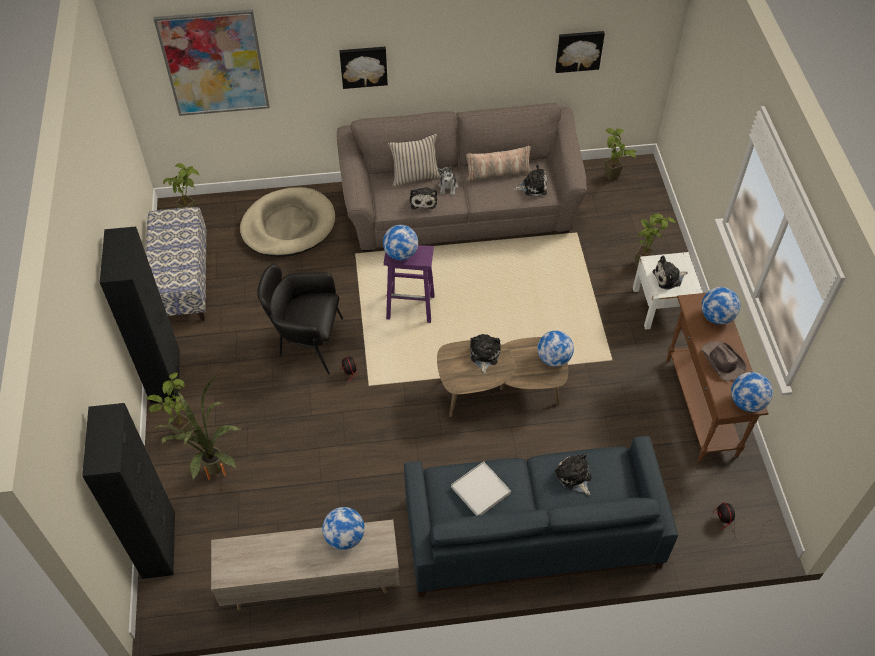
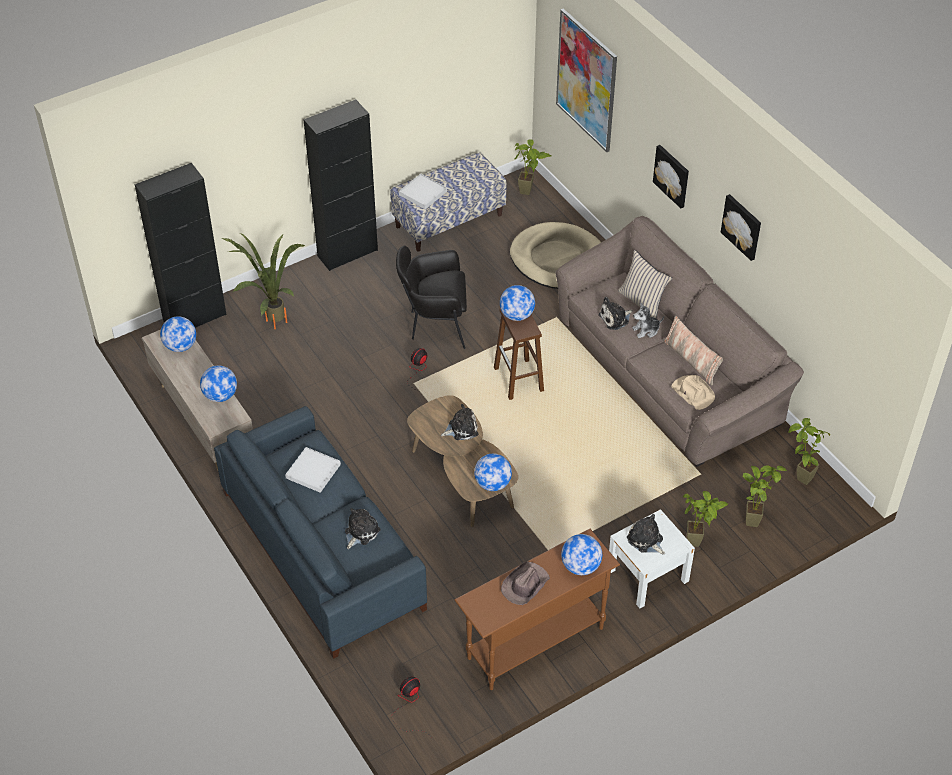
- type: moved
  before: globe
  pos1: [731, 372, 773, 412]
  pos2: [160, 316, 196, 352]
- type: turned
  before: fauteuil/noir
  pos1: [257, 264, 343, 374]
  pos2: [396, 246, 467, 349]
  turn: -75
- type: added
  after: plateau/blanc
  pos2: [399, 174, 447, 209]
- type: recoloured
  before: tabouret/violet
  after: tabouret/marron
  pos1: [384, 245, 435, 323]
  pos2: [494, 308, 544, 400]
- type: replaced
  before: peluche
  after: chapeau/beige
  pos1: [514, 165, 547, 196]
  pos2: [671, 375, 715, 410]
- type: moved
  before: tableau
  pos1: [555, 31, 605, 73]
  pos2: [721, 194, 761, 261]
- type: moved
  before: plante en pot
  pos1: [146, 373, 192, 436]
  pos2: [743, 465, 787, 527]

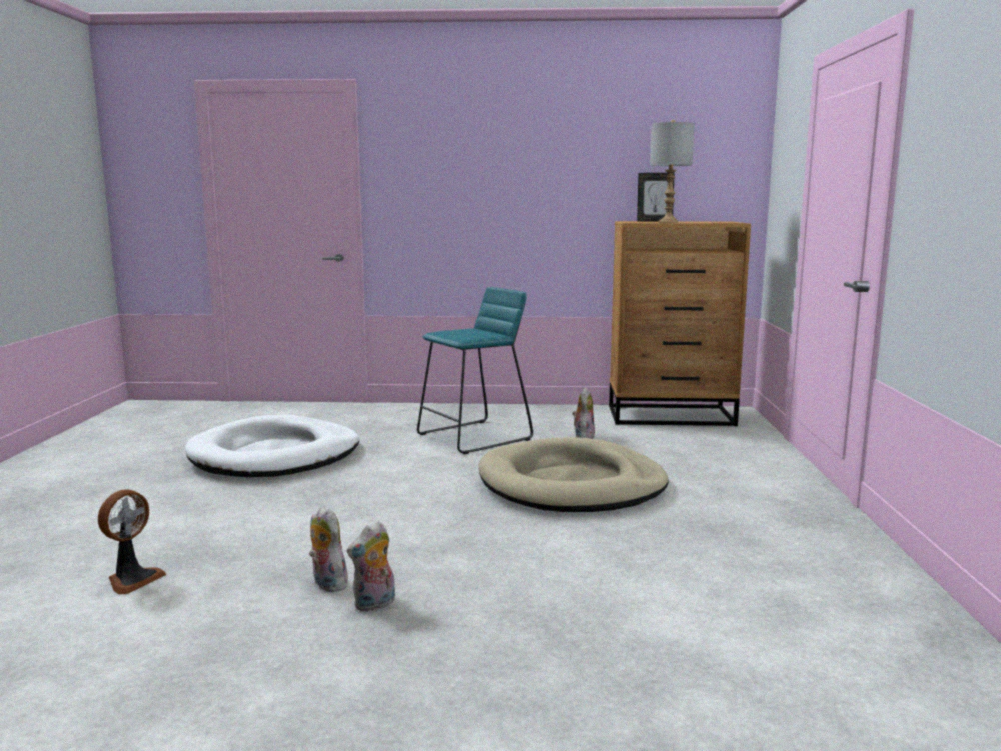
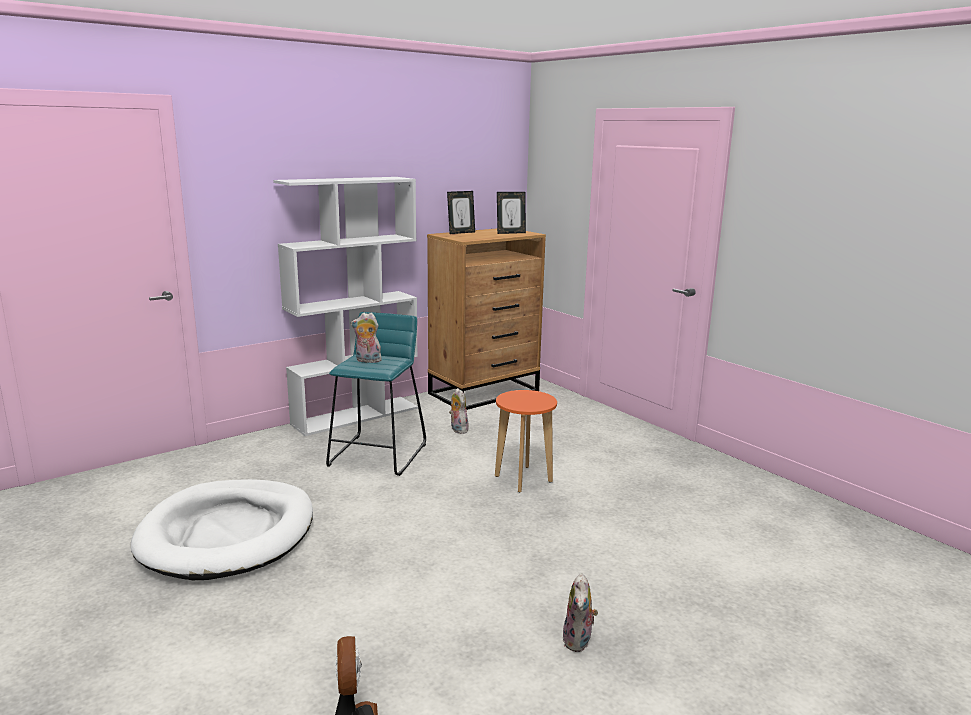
- type: added
  after: bibliothèque/blanc
  pos2: [273, 177, 418, 436]
- type: moved
  before: peluche
  pos1: [309, 506, 350, 592]
  pos2: [351, 313, 383, 363]
- type: replaced
  before: panier pour chien/beige
  after: tabouret/orange
  pos1: [479, 437, 669, 512]
  pos2: [495, 390, 557, 492]
- type: added
  after: cadre photo
  pos2: [497, 192, 526, 234]
- type: removed
  before: lampe de table/gris
  pos1: [650, 120, 695, 223]

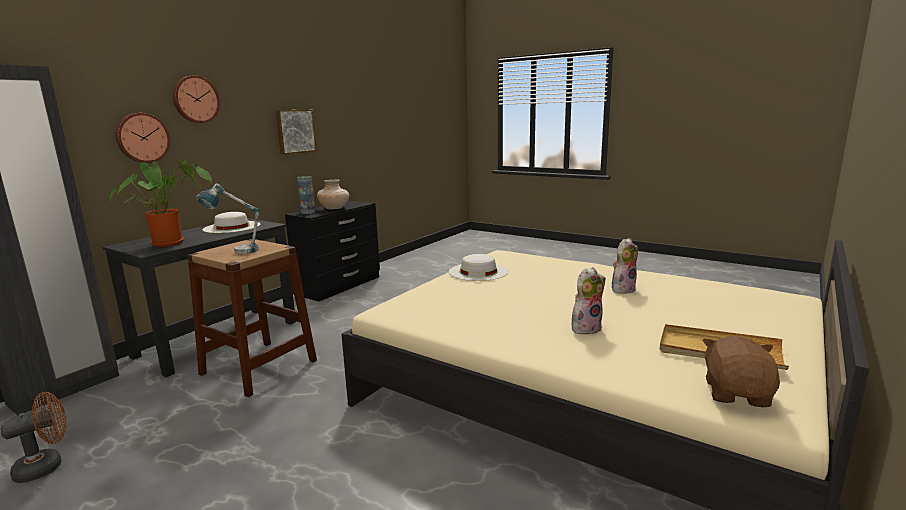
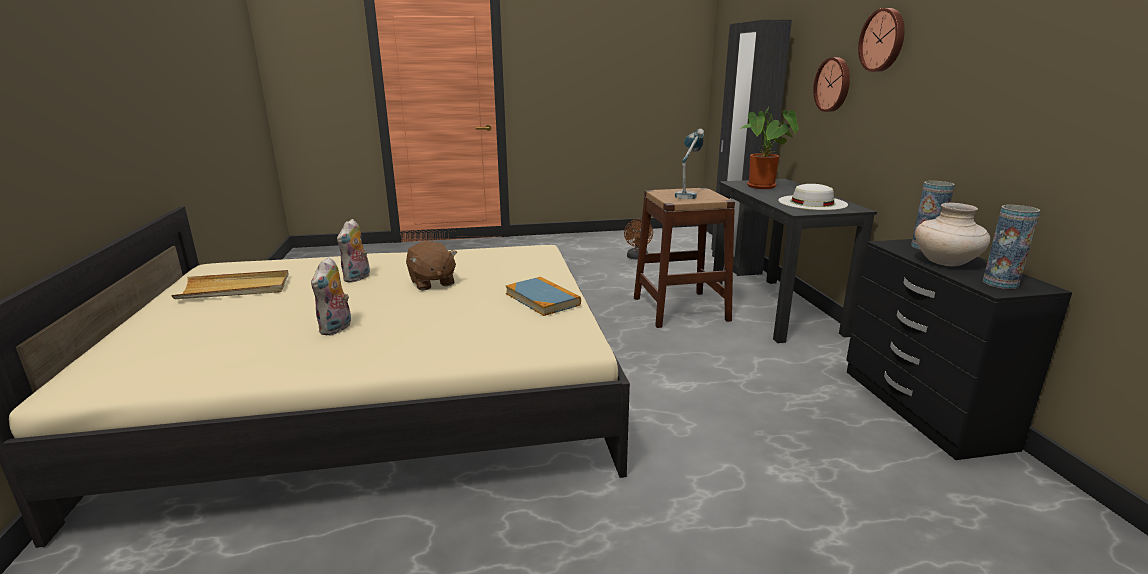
- type: moved
  before: peluche/marron
  pos1: [702, 336, 780, 407]
  pos2: [406, 241, 457, 291]
- type: replaced
  before: chapeau/blanc
  after: livre
  pos1: [449, 254, 509, 281]
  pos2: [506, 277, 581, 316]
- type: added
  after: vase
  pos2: [983, 205, 1040, 289]
- type: removed
  before: tableau
  pos1: [275, 109, 317, 154]

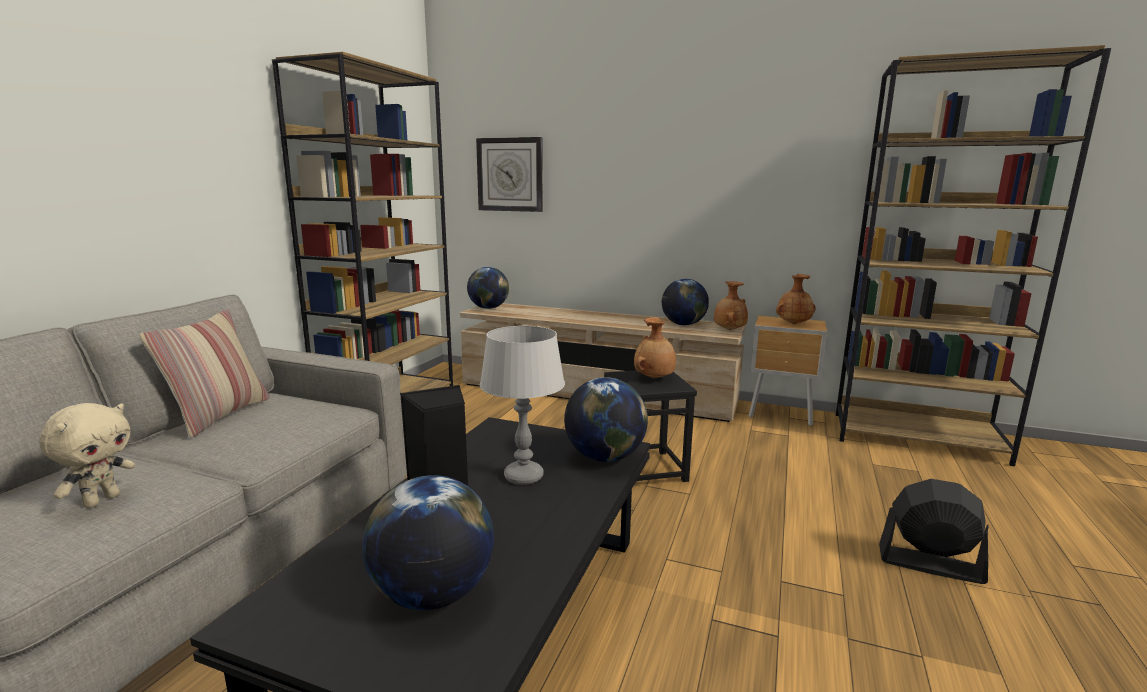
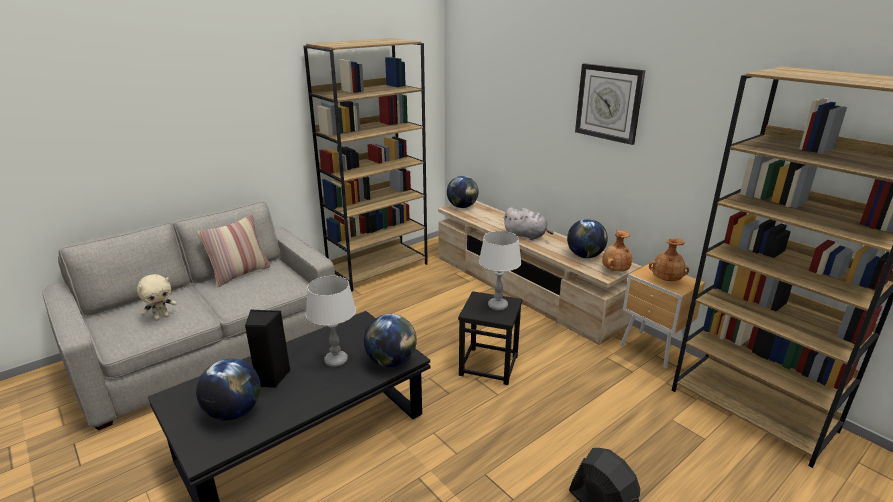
- type: replaced
  before: vase/marron
  after: lampe de table/gris
  pos1: [634, 317, 676, 379]
  pos2: [479, 231, 522, 310]
- type: added
  after: peluche/gris
  pos2: [503, 207, 554, 240]
- type: moved
  before: horloge murale
  pos1: [476, 137, 543, 212]
  pos2: [575, 63, 645, 145]

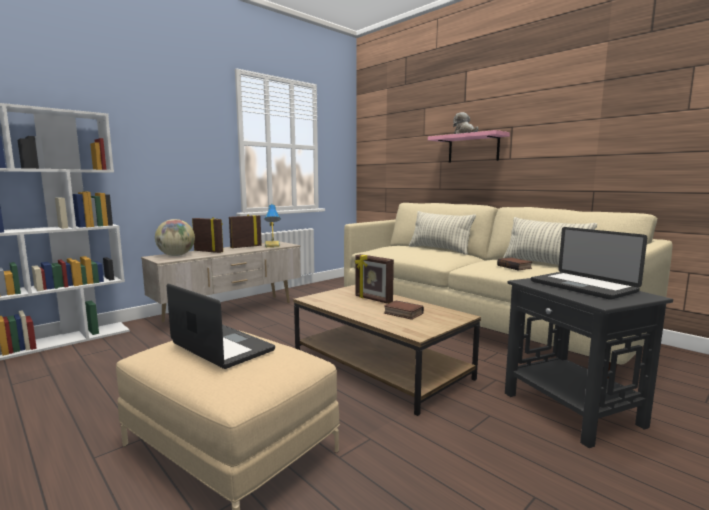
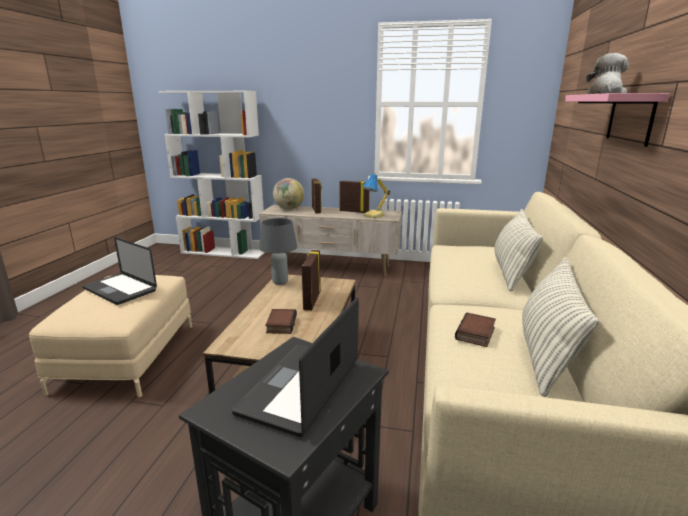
- type: turned
  before: ordinateur portable
  pos1: [167, 284, 275, 369]
  pos2: [82, 237, 157, 305]
  turn: 120
- type: added
  after: lampe de table/gris
  pos2: [259, 218, 297, 285]

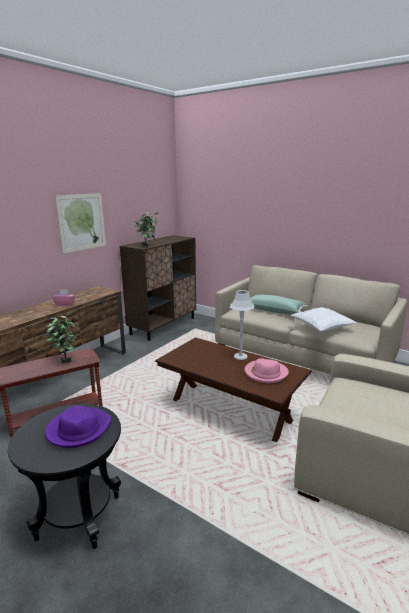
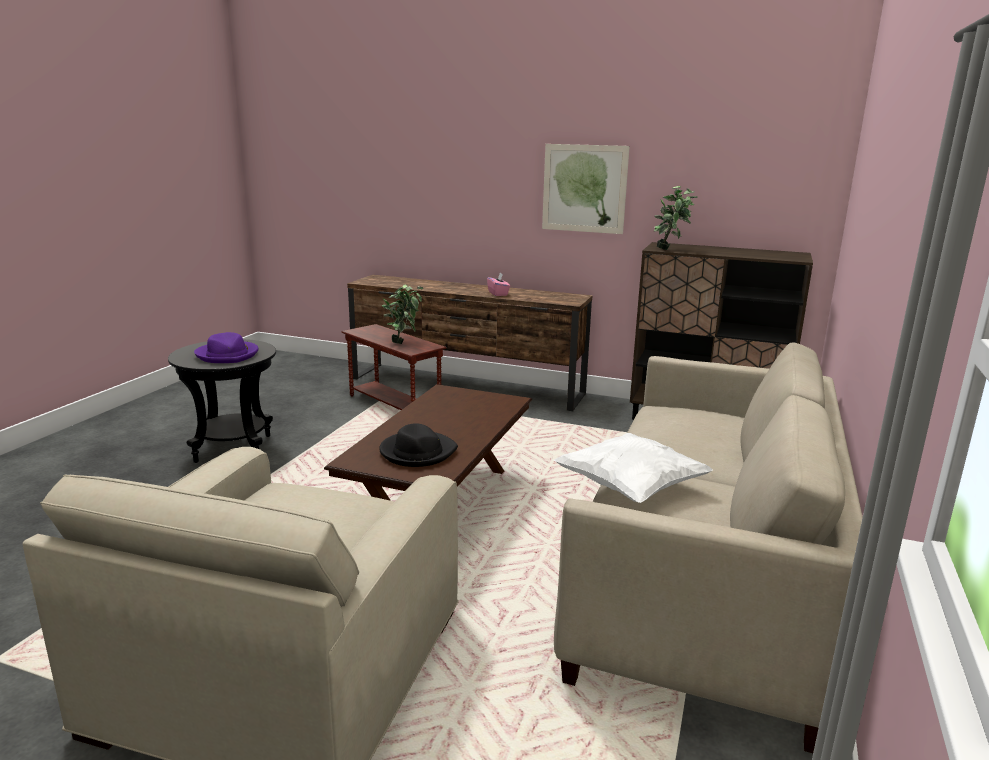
- type: recoloured
  before: chapeau/rose
  after: chapeau/noir
  pos1: [245, 358, 289, 383]
  pos2: [379, 423, 458, 467]
- type: removed
  before: lampe de table/gris
  pos1: [230, 290, 254, 360]
- type: removed
  before: coussin/vert
  pos1: [250, 295, 307, 315]

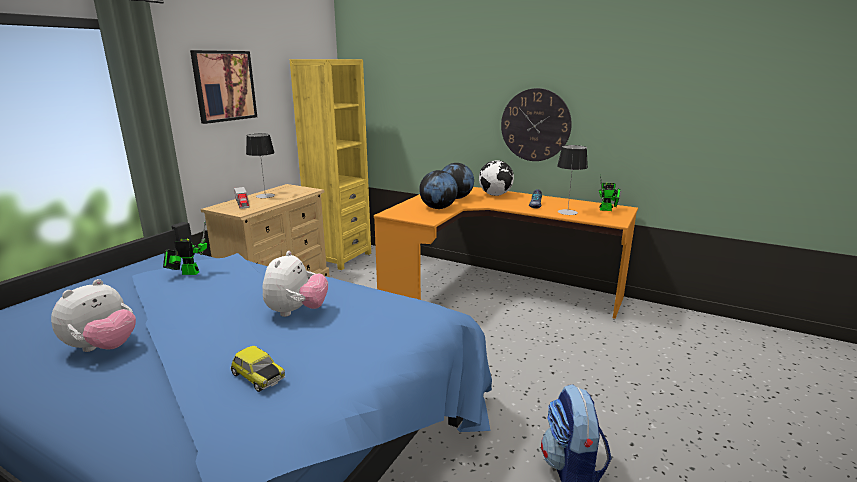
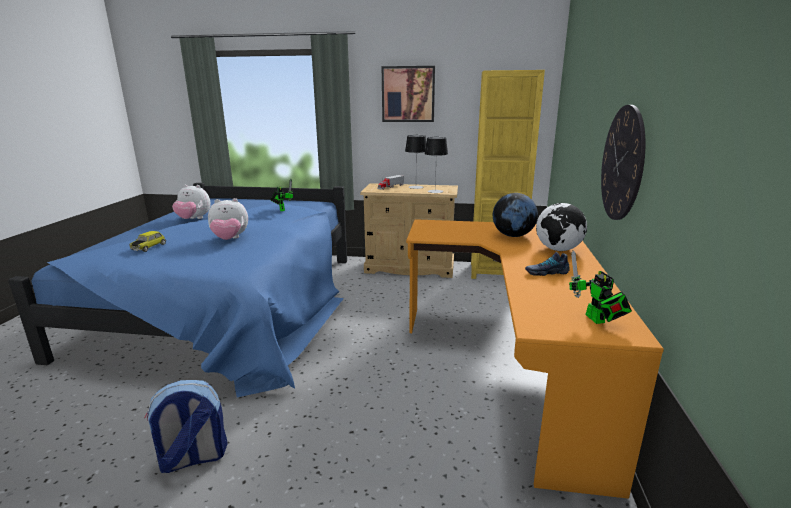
- type: moved
  before: lampe de table
  pos1: [557, 145, 588, 215]
  pos2: [424, 137, 448, 193]
- type: removed
  before: globe
  pos1: [419, 170, 458, 209]

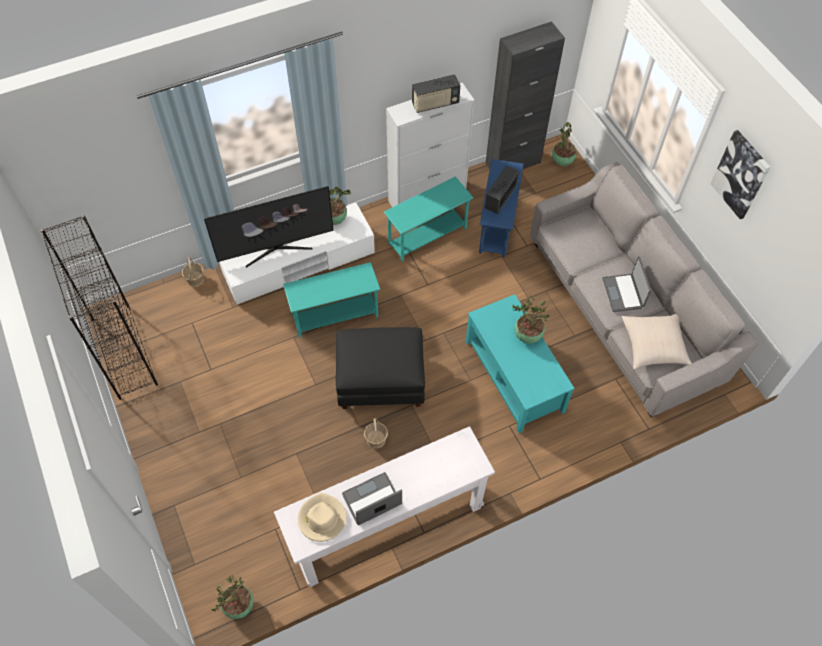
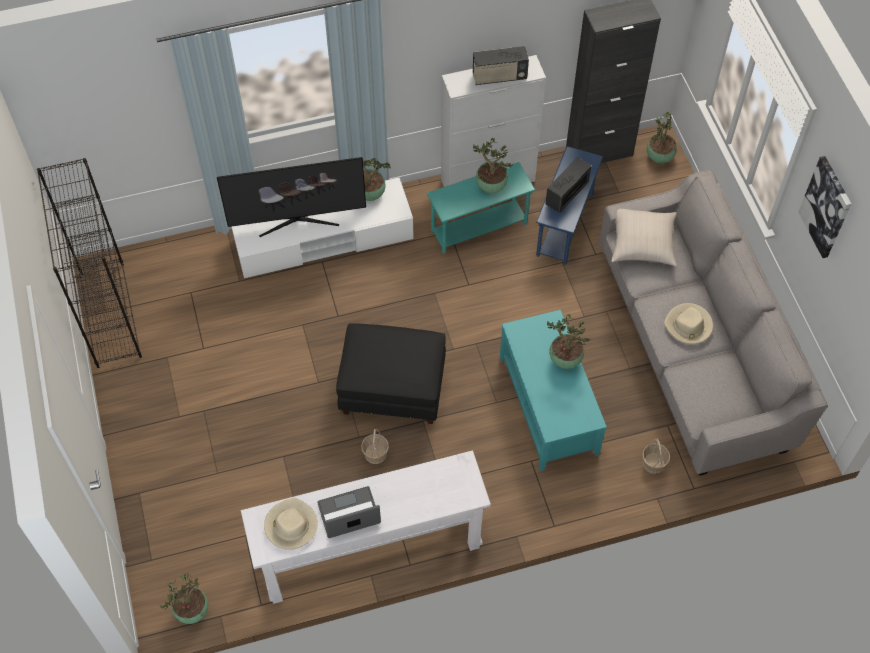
- type: added
  after: plante en pot
  pos2: [472, 138, 513, 193]
- type: moved
  before: coussin/beige
  pos1: [622, 314, 692, 370]
  pos2: [611, 209, 677, 267]
- type: moved
  before: panier
  pos1: [182, 257, 204, 287]
  pos2: [642, 439, 670, 474]
- type: replaced
  before: ordinateur portable
  after: chapeau/beige
  pos1: [602, 256, 651, 312]
  pos2: [664, 303, 713, 345]
- type: removed
  before: table d'appoint/turquoise
  pos1: [283, 262, 380, 337]

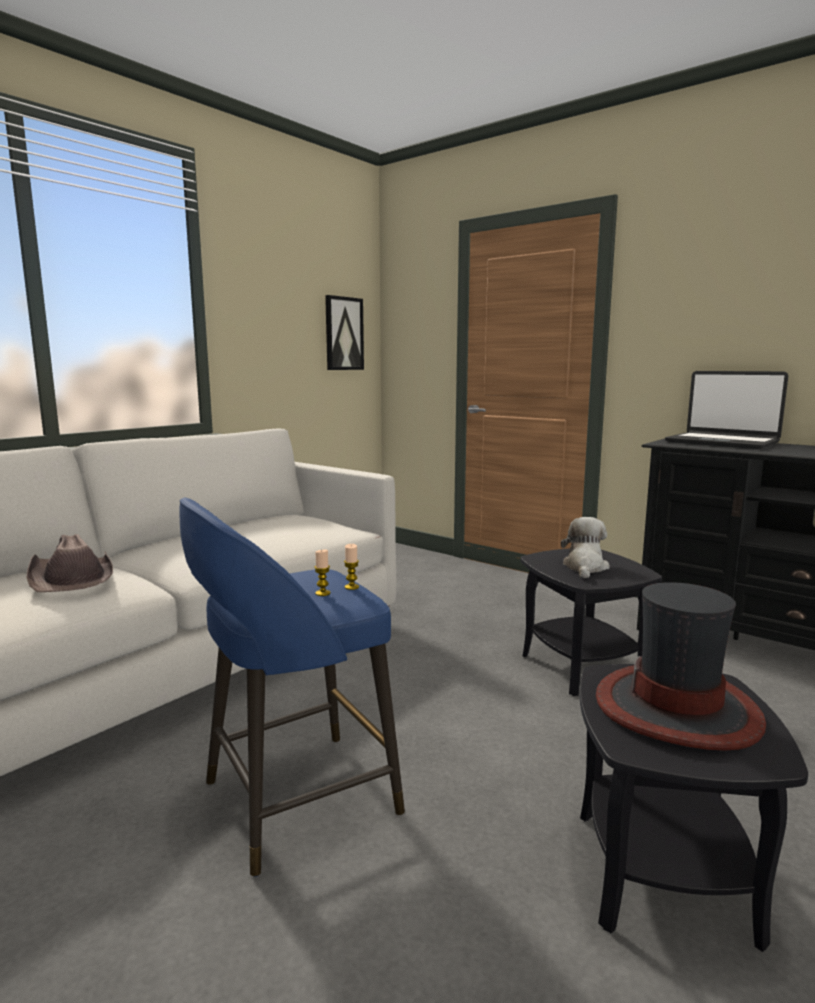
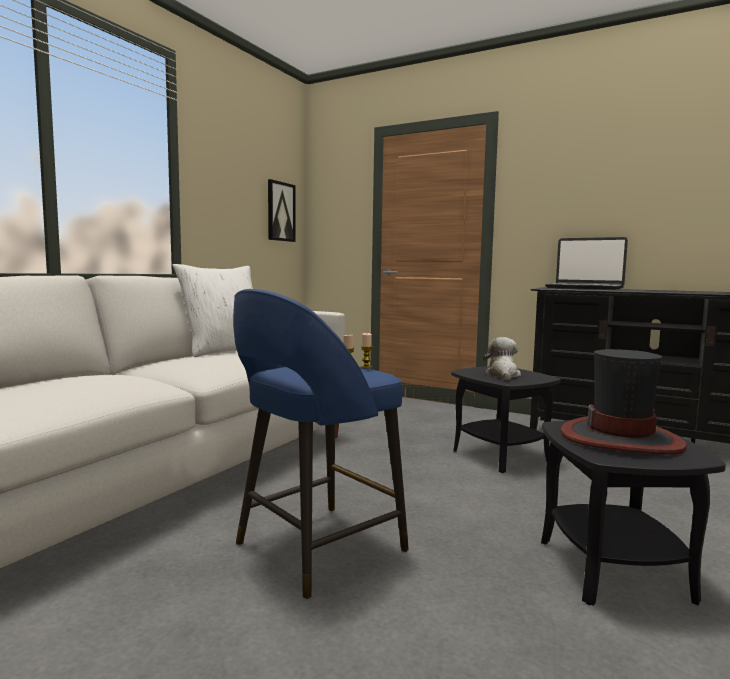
- type: added
  after: coussin/blanc
  pos2: [173, 264, 253, 357]
- type: removed
  before: chapeau/marron
  pos1: [26, 534, 113, 592]

